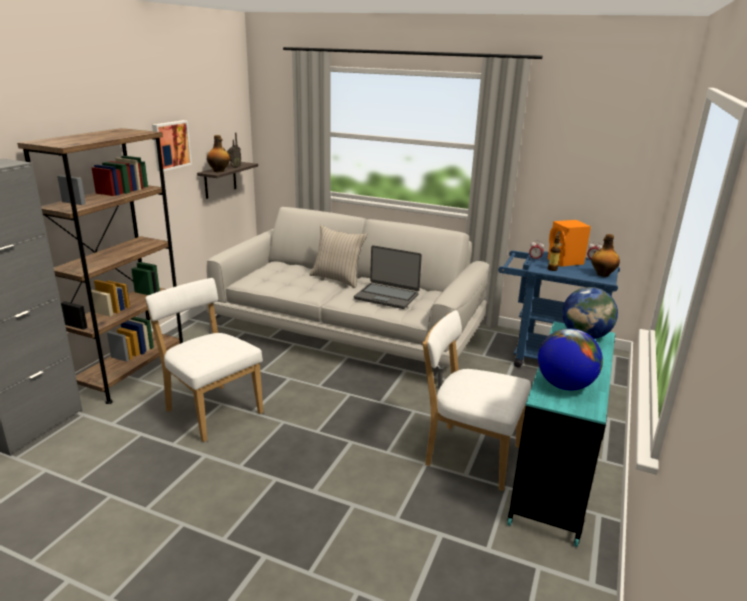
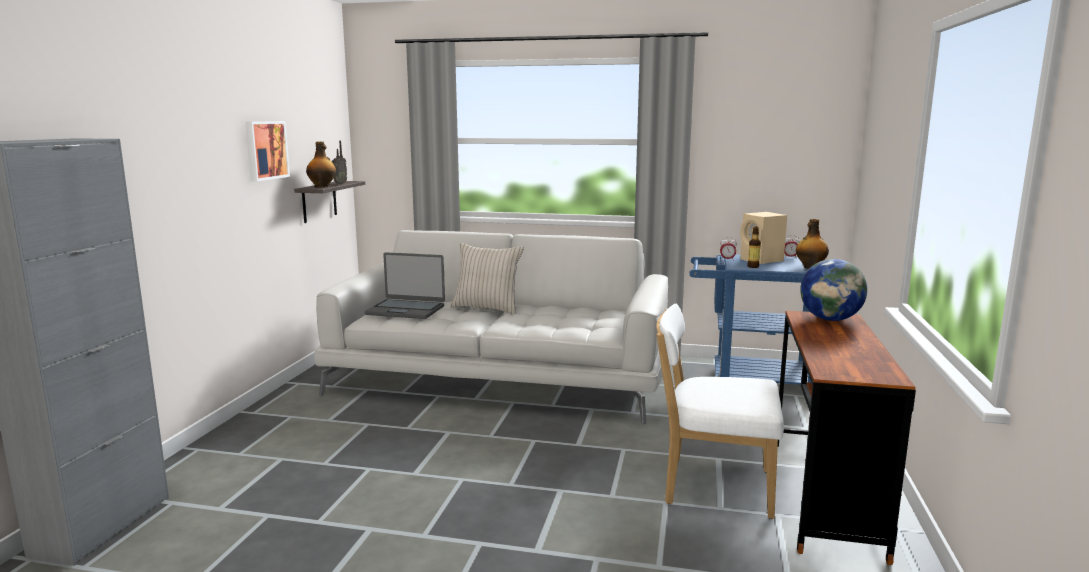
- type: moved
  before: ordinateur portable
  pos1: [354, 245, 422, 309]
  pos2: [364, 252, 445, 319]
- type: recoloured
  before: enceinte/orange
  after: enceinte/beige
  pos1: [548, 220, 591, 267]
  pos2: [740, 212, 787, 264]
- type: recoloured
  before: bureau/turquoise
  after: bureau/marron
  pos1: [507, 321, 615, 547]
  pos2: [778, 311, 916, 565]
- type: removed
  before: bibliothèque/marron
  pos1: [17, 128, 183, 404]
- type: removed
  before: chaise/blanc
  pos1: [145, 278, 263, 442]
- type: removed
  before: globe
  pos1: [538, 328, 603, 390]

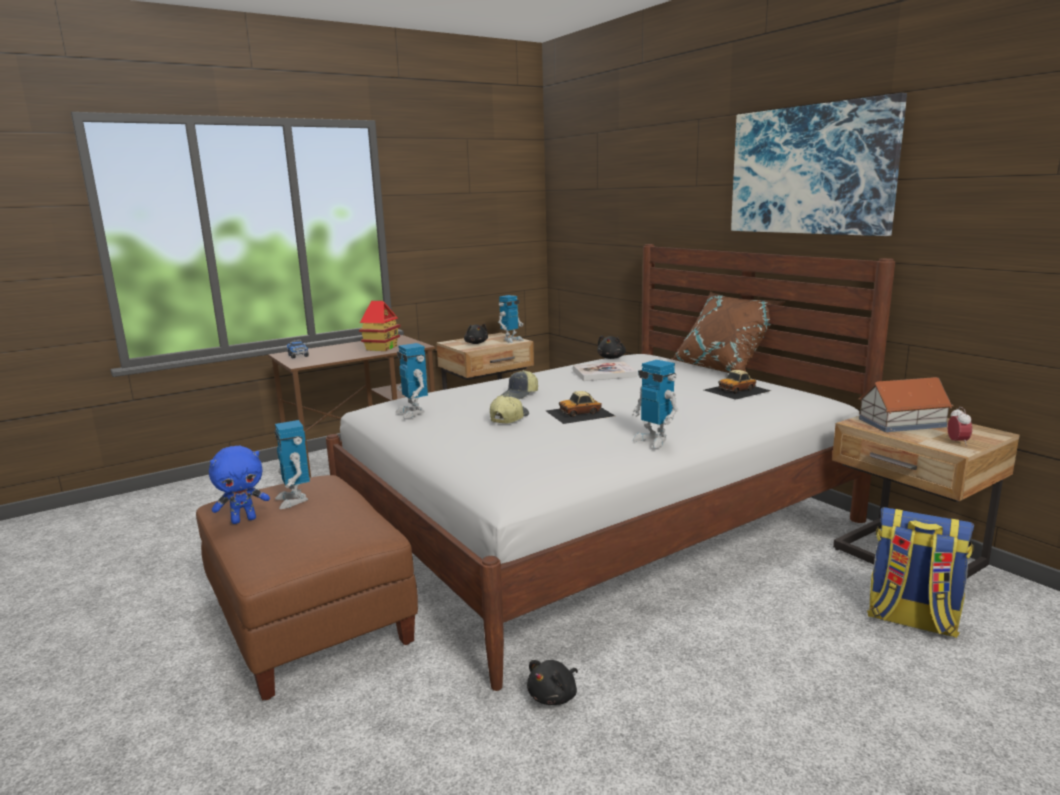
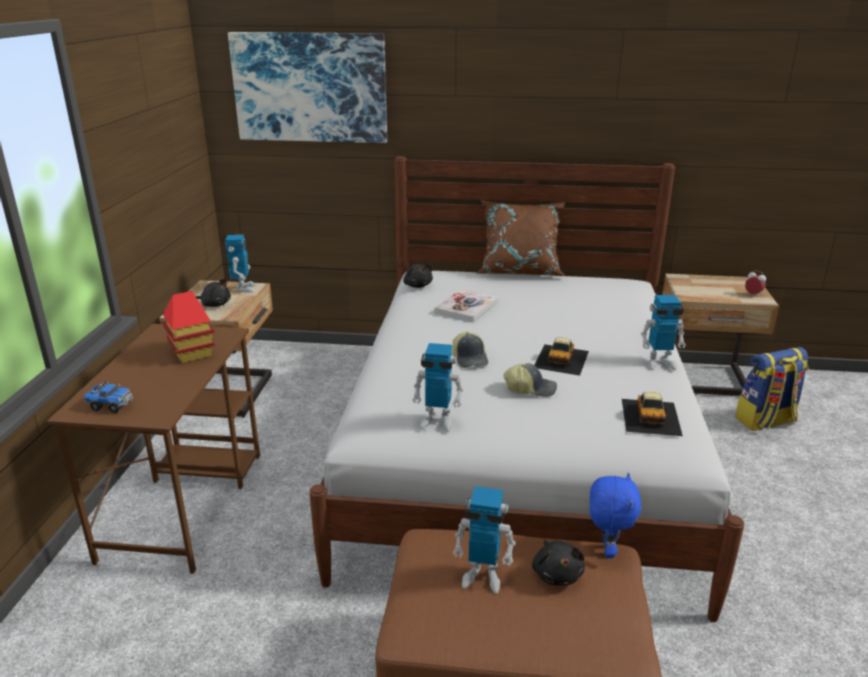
- type: moved
  before: tableau
  pos1: [731, 93, 907, 236]
  pos2: [228, 32, 387, 143]
- type: turned
  before: casquette
  pos1: [490, 394, 529, 423]
  pos2: [503, 363, 557, 397]
  turn: 120
- type: moved
  before: peluche/noir
  pos1: [527, 660, 578, 705]
  pos2: [532, 540, 584, 586]
- type: moved
  before: peluche/bleu
  pos1: [209, 446, 270, 524]
  pos2: [590, 473, 641, 558]
- type: moved
  before: petite voiture
  pos1: [704, 370, 771, 400]
  pos2: [622, 392, 683, 436]
- type: removed
  before: maison miniature
  pos1: [858, 377, 953, 432]

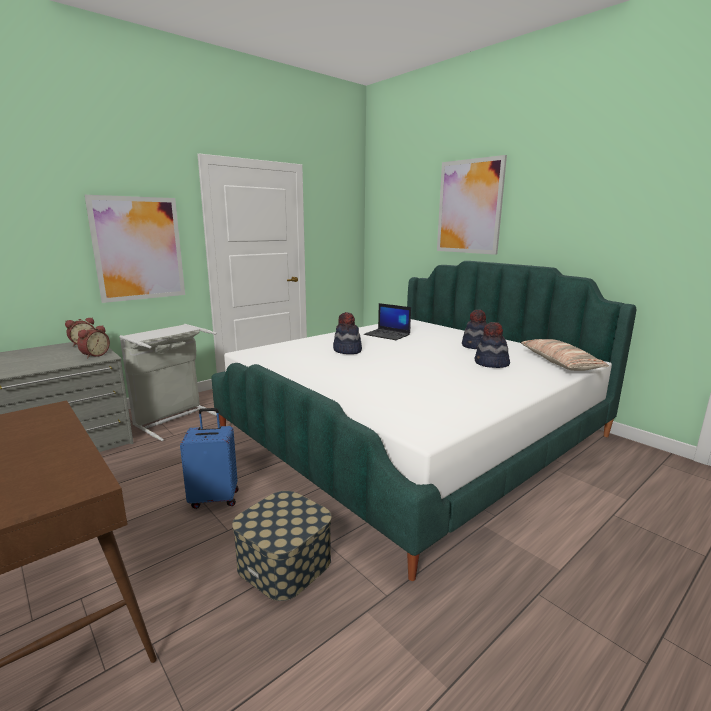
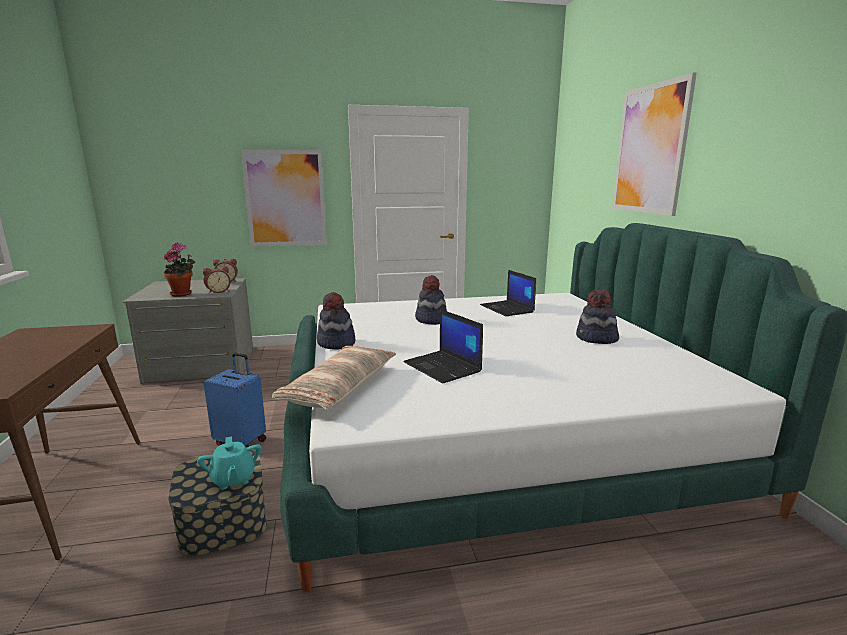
- type: added
  after: plante en pot
  pos2: [164, 242, 195, 296]
- type: added
  after: théière/turquoise
  pos2: [197, 436, 261, 490]
- type: moved
  before: coussin
  pos1: [521, 339, 609, 371]
  pos2: [272, 346, 396, 410]
- type: moved
  before: chapeau
  pos1: [475, 322, 510, 368]
  pos2: [317, 292, 355, 349]
- type: added
  after: ordinateur portable
  pos2: [403, 309, 483, 384]
- type: removed
  before: panier à linge/gris
  pos1: [119, 324, 217, 441]

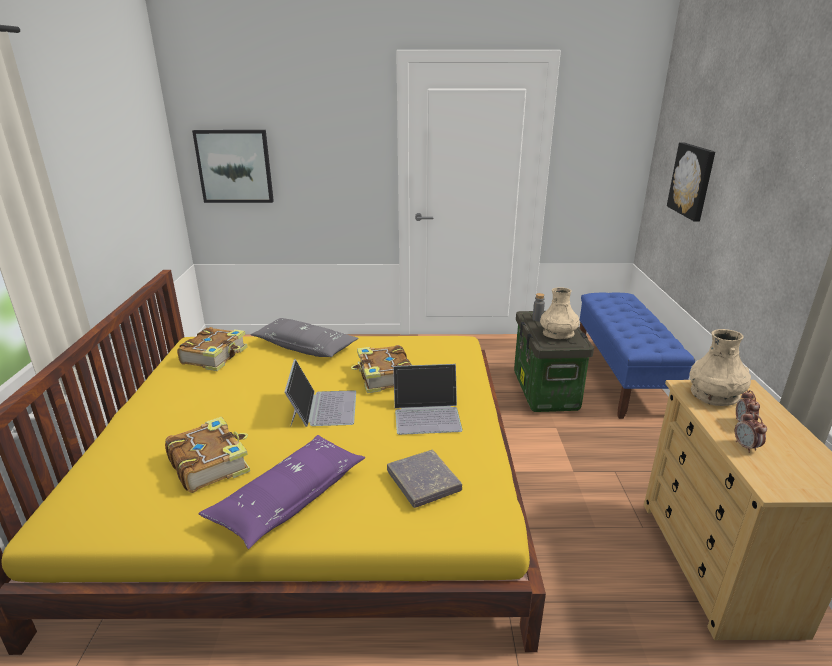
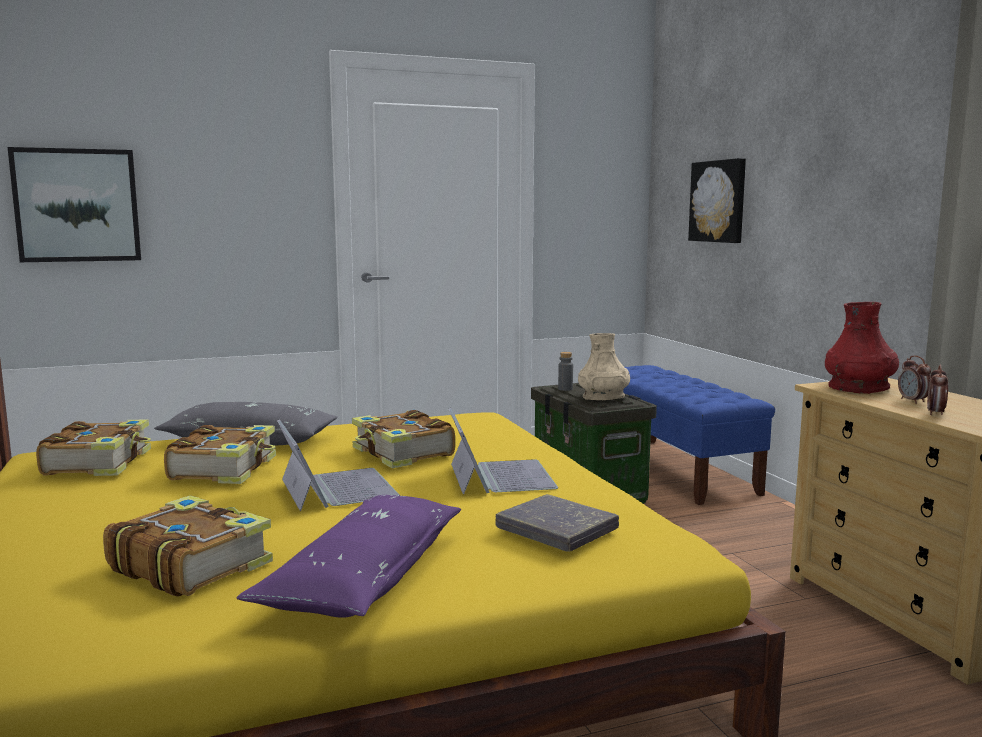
- type: added
  after: livre
  pos2: [164, 425, 276, 484]
- type: turned
  before: ordinateur portable
  pos1: [393, 364, 463, 435]
  pos2: [449, 408, 558, 494]
  turn: -75
- type: recoloured
  before: vase/beige
  after: vase/rouge
  pos1: [690, 329, 751, 406]
  pos2: [825, 302, 899, 394]
- type: turned
  before: réveil
  pos1: [735, 411, 767, 453]
  pos2: [927, 365, 948, 415]
  turn: 60

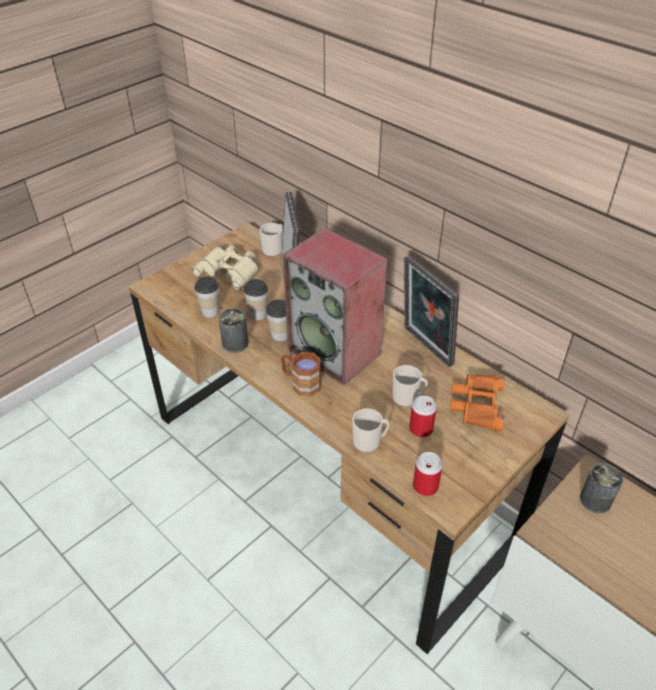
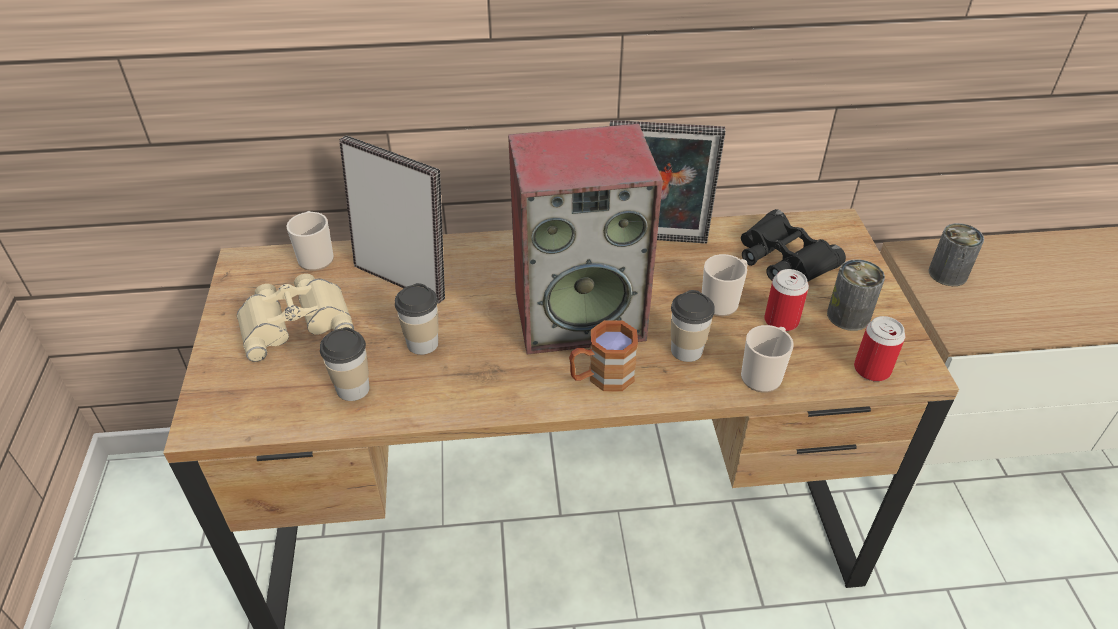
- type: moved
  before: tasse
  pos1: [266, 299, 287, 341]
  pos2: [671, 290, 715, 362]
- type: recoloured
  before: jumelles/orange
  after: jumelles/noir
  pos1: [450, 374, 505, 431]
  pos2: [741, 209, 846, 282]
- type: moved
  before: boîte métallique
  pos1: [219, 309, 248, 353]
  pos2: [827, 259, 885, 331]

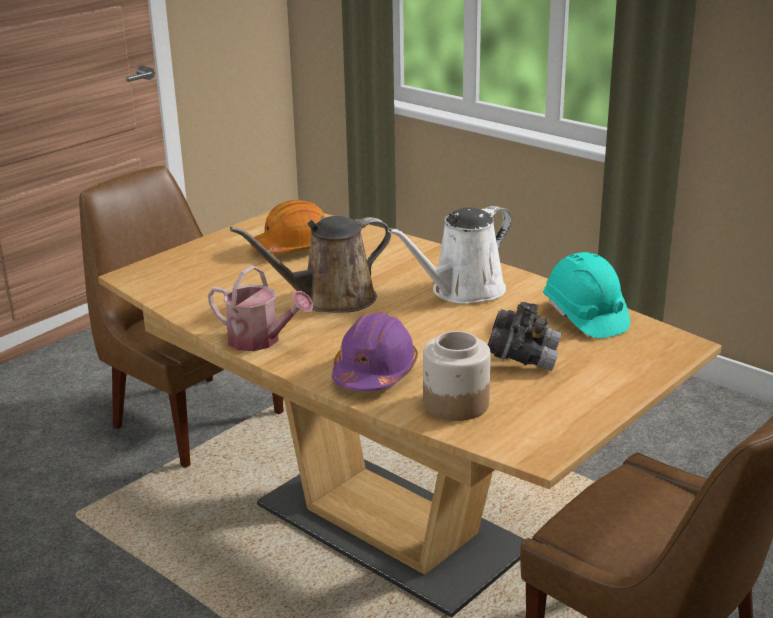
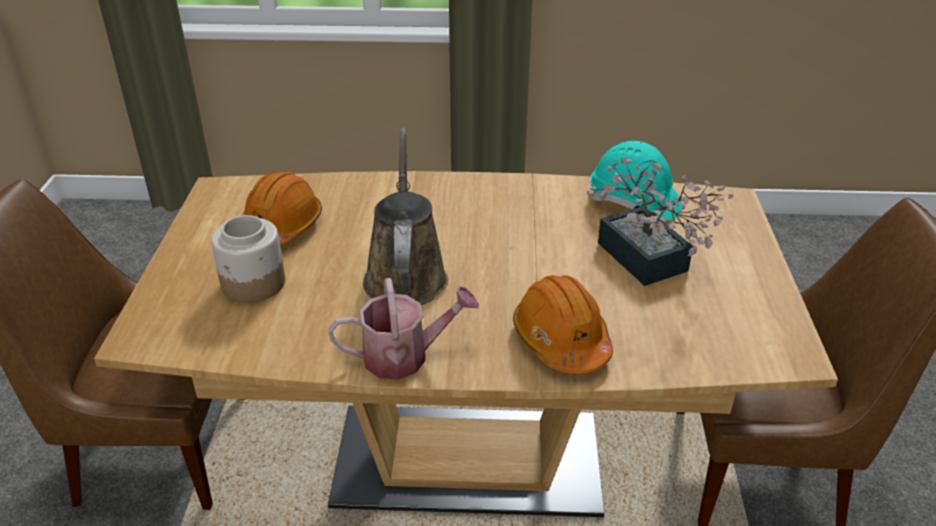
- type: moved
  before: bocal
  pos1: [423, 331, 491, 421]
  pos2: [211, 215, 285, 303]
- type: turned
  before: arrosoir/marron
  pos1: [230, 216, 391, 313]
  pos2: [363, 128, 448, 305]
  turn: 150
- type: recoloured
  before: casque de chantier/violet
  after: casque de chantier/orange
  pos1: [332, 312, 418, 391]
  pos2: [513, 275, 613, 374]
- type: replaced
  before: jumelles/gris
  after: plante en pot
  pos1: [488, 302, 562, 371]
  pos2: [587, 158, 733, 286]
- type: removed
  before: arrosoir/blanc
  pos1: [388, 206, 512, 304]

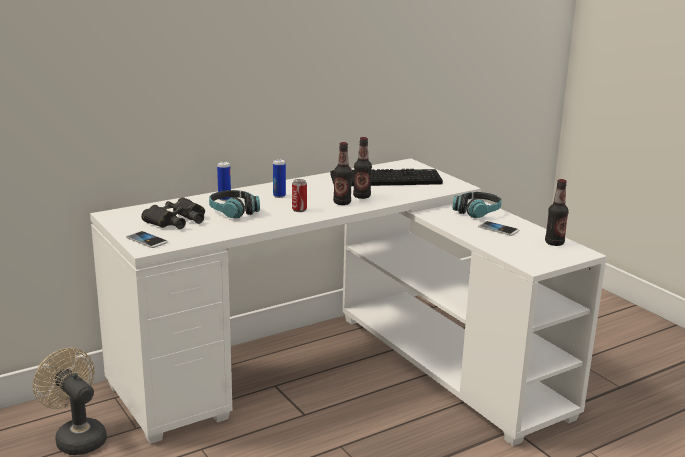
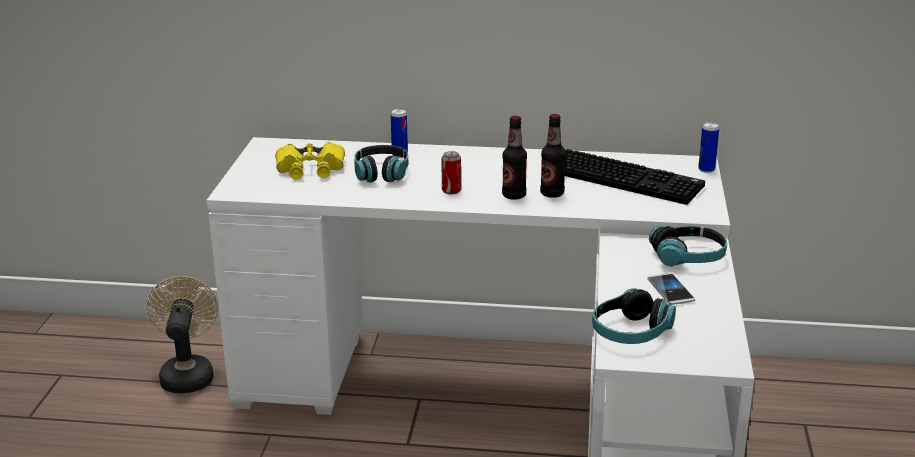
- type: recoloured
  before: jumelles/noir
  after: jumelles/jaune
  pos1: [141, 197, 205, 229]
  pos2: [275, 142, 345, 179]
- type: added
  after: casque audio
  pos2: [592, 288, 676, 344]
- type: moved
  before: boîte métallique
  pos1: [273, 159, 286, 198]
  pos2: [698, 122, 719, 173]
- type: removed
  before: téléphone
  pos1: [126, 231, 168, 248]
- type: removed
  before: bouteille
  pos1: [545, 179, 569, 246]

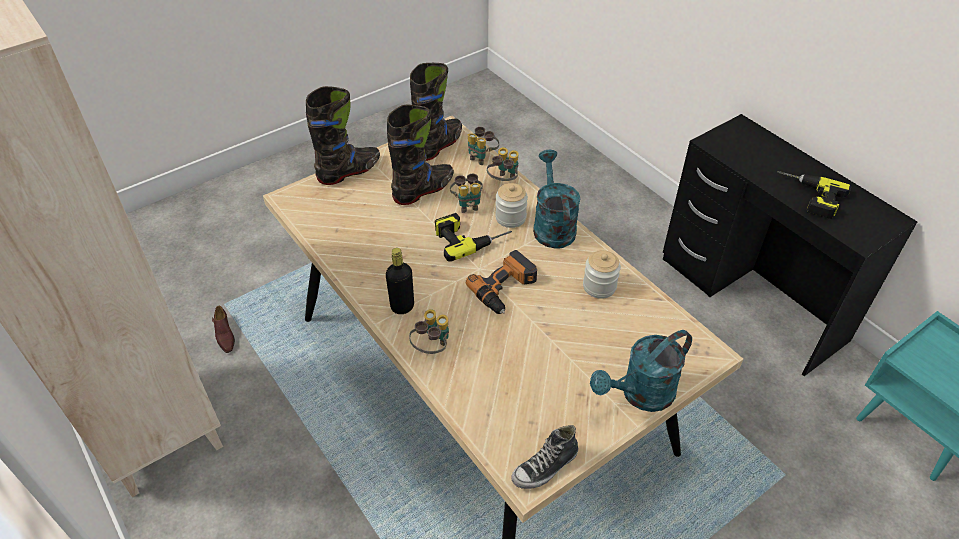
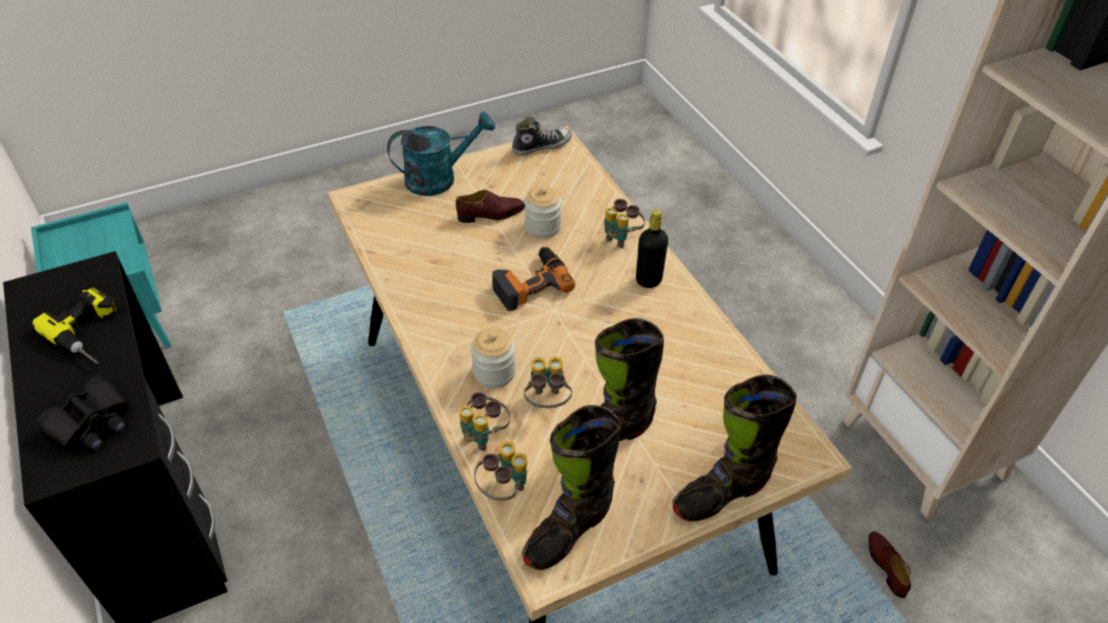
- type: added
  after: jumelles/noir
  pos2: [37, 376, 129, 451]
- type: added
  after: chaussure/marron
  pos2: [456, 190, 525, 223]
- type: moved
  before: bocal
  pos1: [583, 250, 621, 299]
  pos2: [524, 186, 562, 238]
- type: removed
  before: perceuse
  pos1: [435, 213, 512, 262]
- type: removed
  before: arrosoir/turquoise
  pos1: [533, 150, 581, 249]

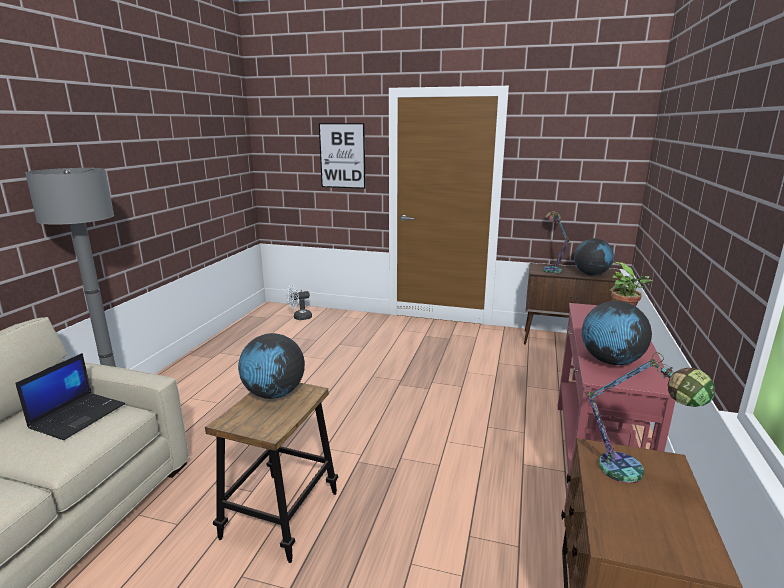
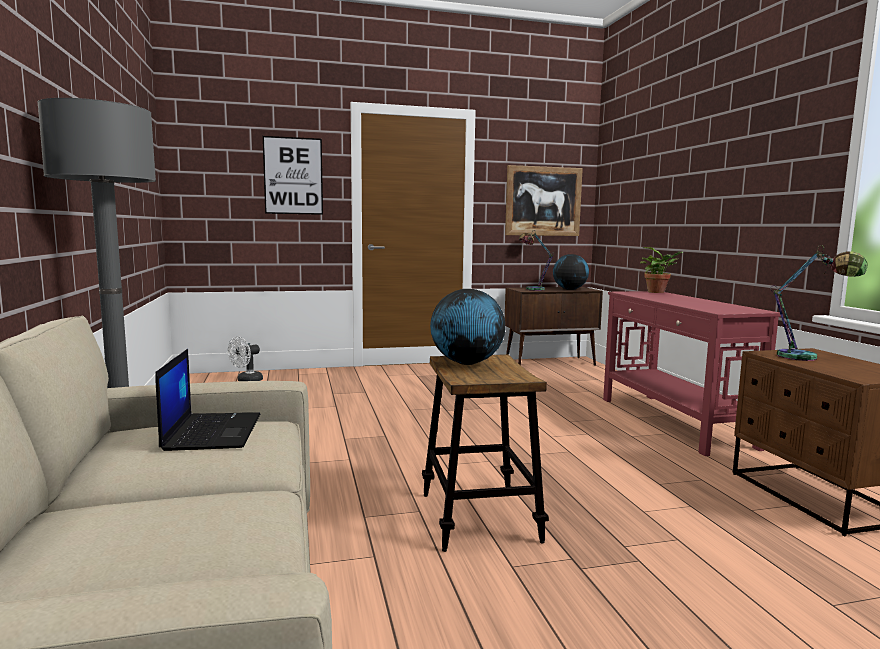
- type: added
  after: tableau
  pos2: [505, 165, 583, 236]
- type: removed
  before: globe
  pos1: [582, 301, 652, 365]

